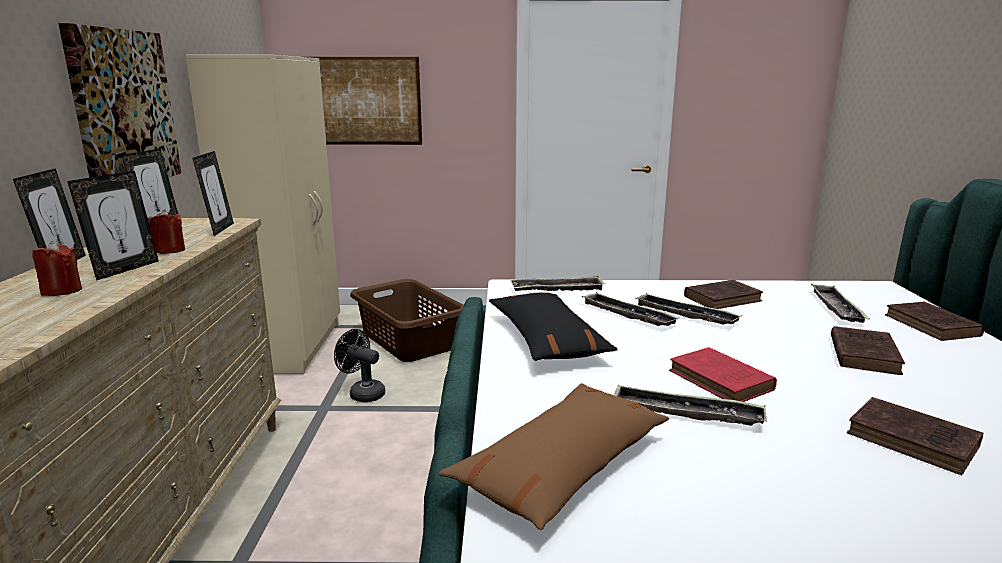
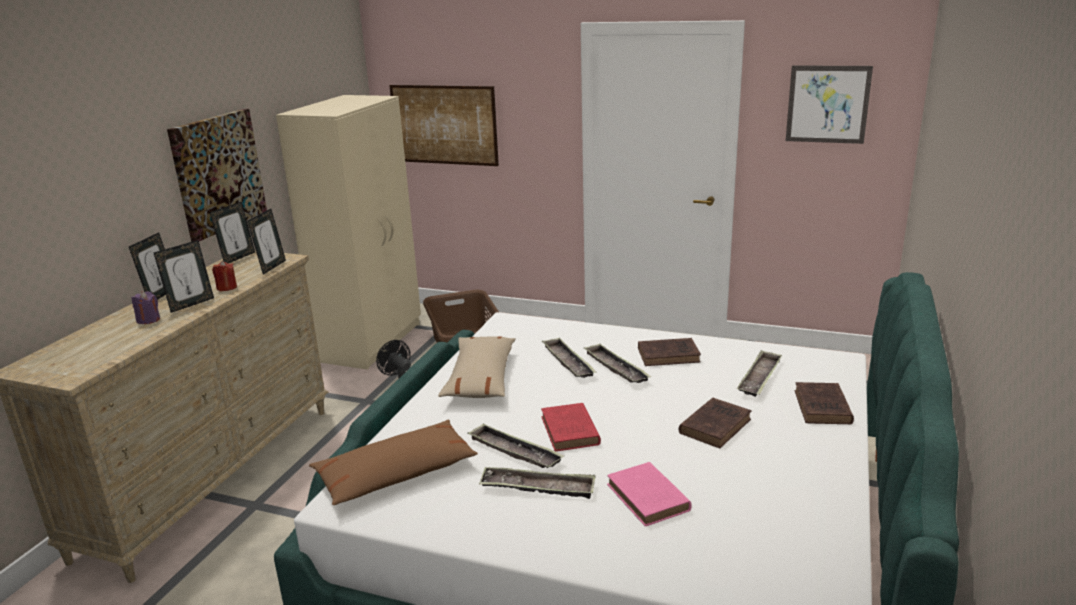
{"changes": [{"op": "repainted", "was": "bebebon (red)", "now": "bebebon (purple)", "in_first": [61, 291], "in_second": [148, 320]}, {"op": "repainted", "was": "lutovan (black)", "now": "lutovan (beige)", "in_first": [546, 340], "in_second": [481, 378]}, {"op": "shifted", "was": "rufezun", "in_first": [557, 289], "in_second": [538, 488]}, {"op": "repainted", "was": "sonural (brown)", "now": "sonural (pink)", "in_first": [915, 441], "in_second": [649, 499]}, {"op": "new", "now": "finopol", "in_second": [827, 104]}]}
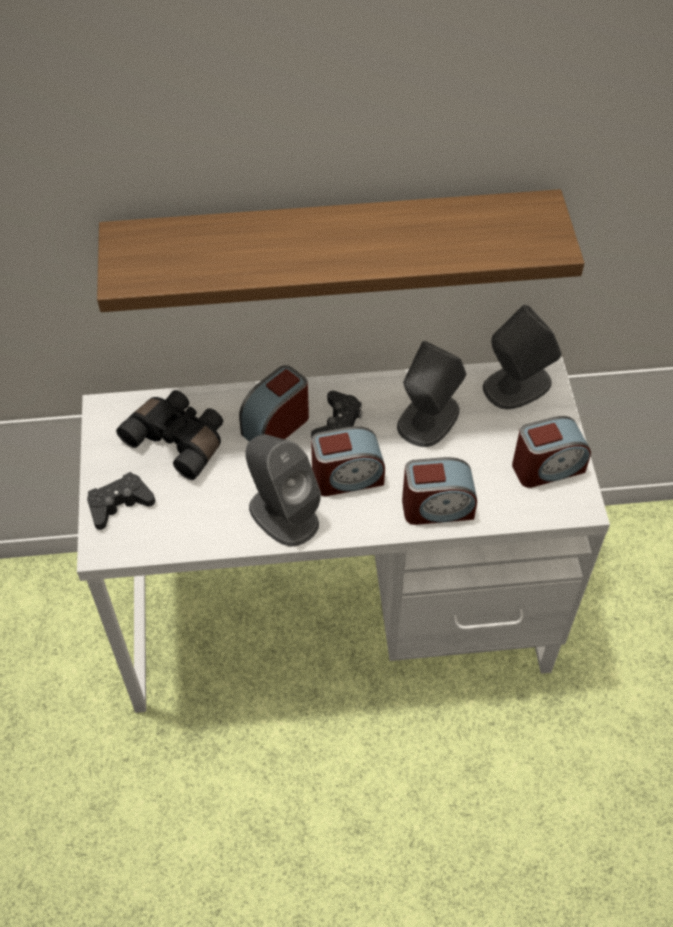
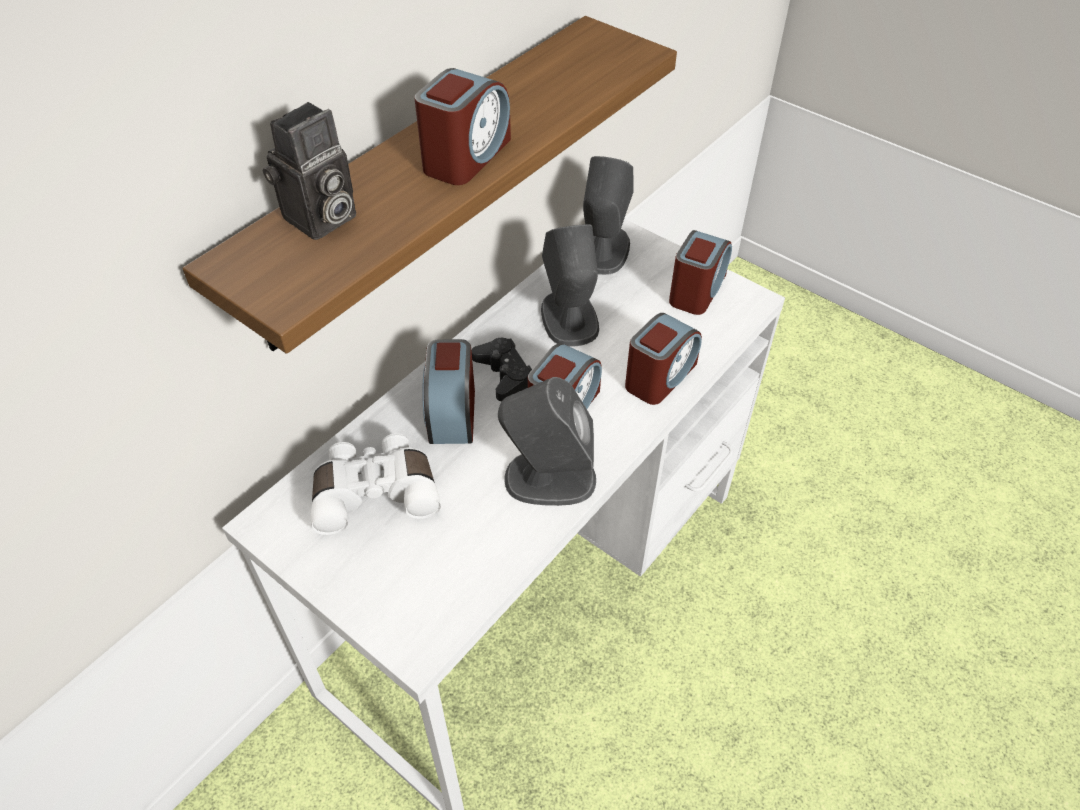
{"changes": [{"op": "gone", "was": "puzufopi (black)", "in_first": [119, 504]}, {"op": "repainted", "was": "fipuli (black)", "now": "fipuli (white)", "in_first": [179, 439], "in_second": [375, 491]}, {"op": "new", "now": "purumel", "in_second": [320, 221]}, {"op": "new", "now": "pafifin", "in_second": [466, 156]}]}
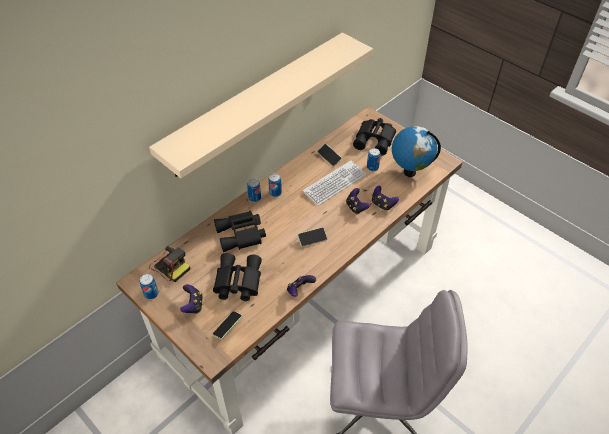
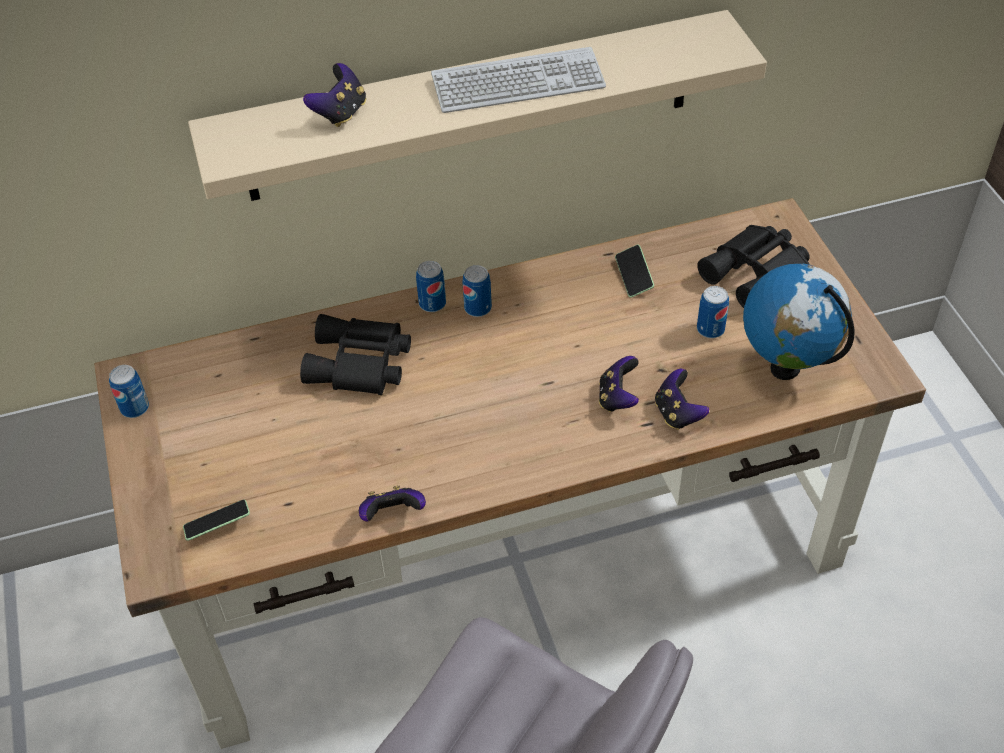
{"changes": [{"op": "gone", "was": "purumel", "in_first": [170, 265]}, {"op": "shifted", "was": "puzufopi", "in_first": [193, 305], "in_second": [340, 113]}, {"op": "gone", "was": "fipuli (black)", "in_first": [237, 282]}, {"op": "gone", "was": "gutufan", "in_first": [312, 239]}, {"op": "shifted", "was": "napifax", "in_first": [334, 183], "in_second": [518, 83]}]}
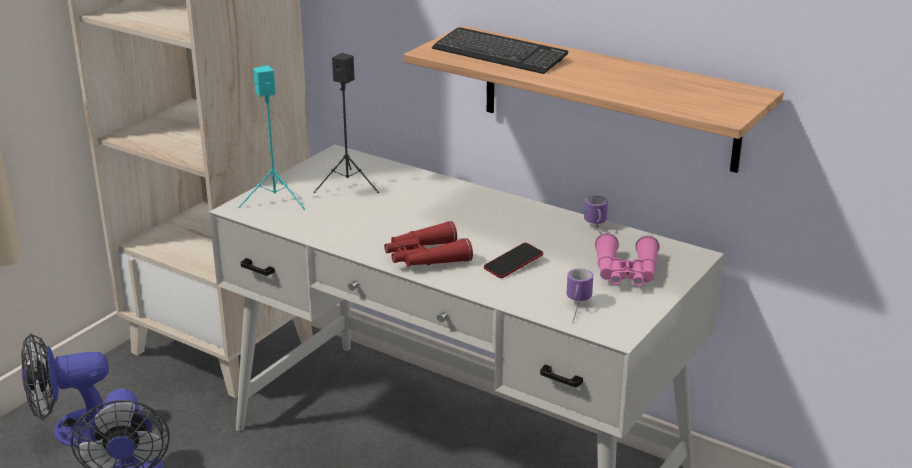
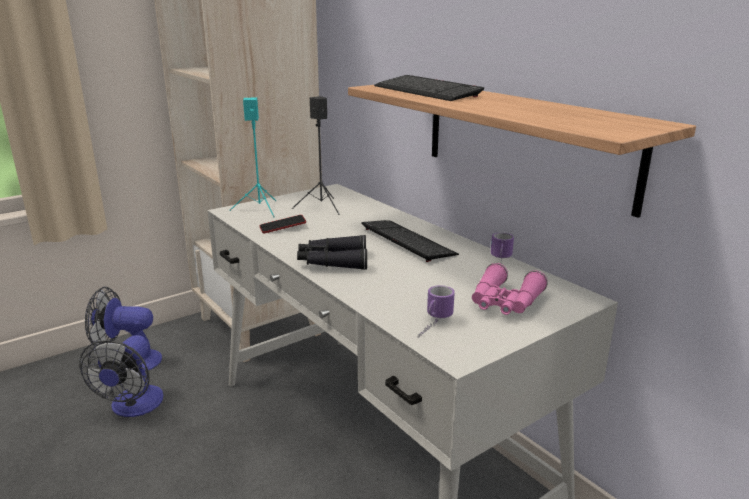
{"changes": [{"op": "repainted", "was": "fipuli (red)", "now": "fipuli (black)", "in_first": [425, 257], "in_second": [332, 262]}, {"op": "shifted", "was": "gutufan", "in_first": [513, 264], "in_second": [283, 227]}, {"op": "new", "now": "napifax", "in_second": [407, 241]}]}
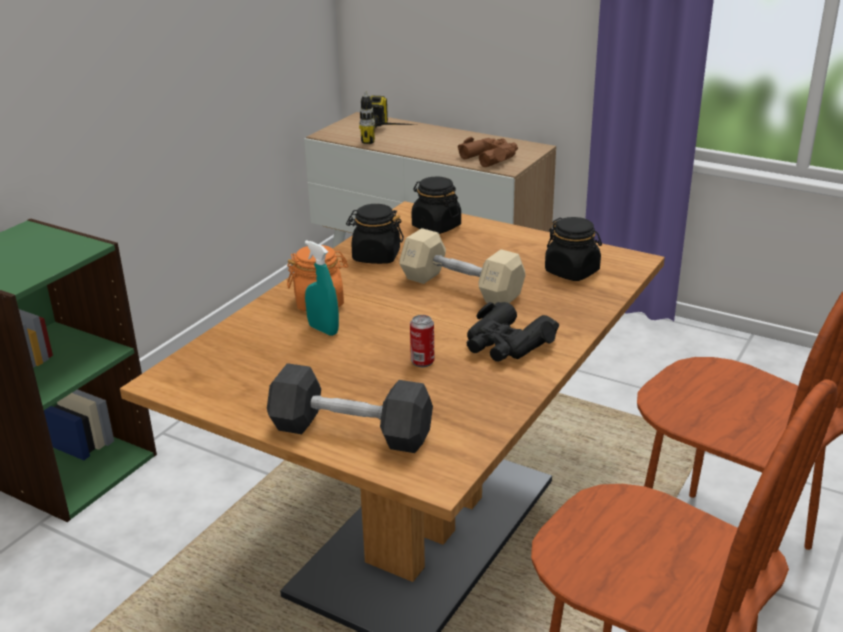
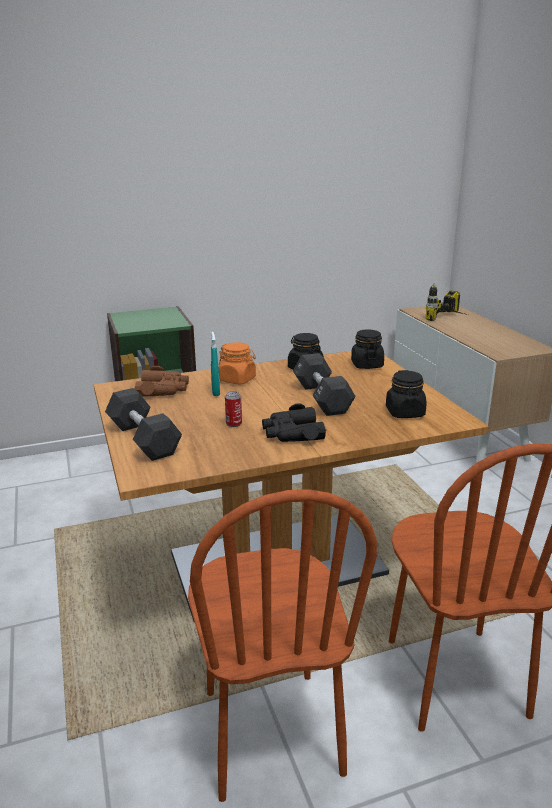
{"changes": [{"op": "repainted", "was": "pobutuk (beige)", "now": "pobutuk (black)", "in_first": [461, 287], "in_second": [322, 398]}, {"op": "shifted", "was": "fipuli (brown)", "in_first": [490, 157], "in_second": [163, 390]}]}
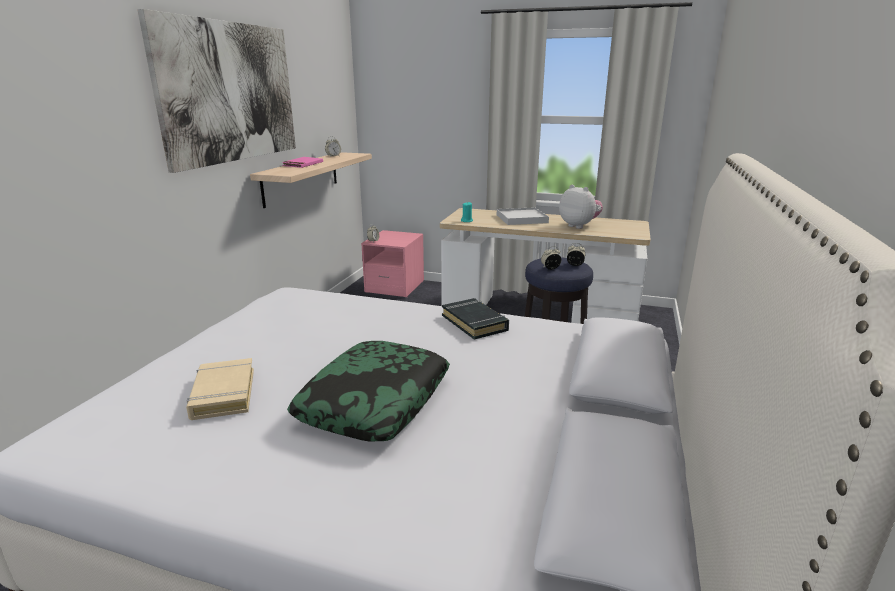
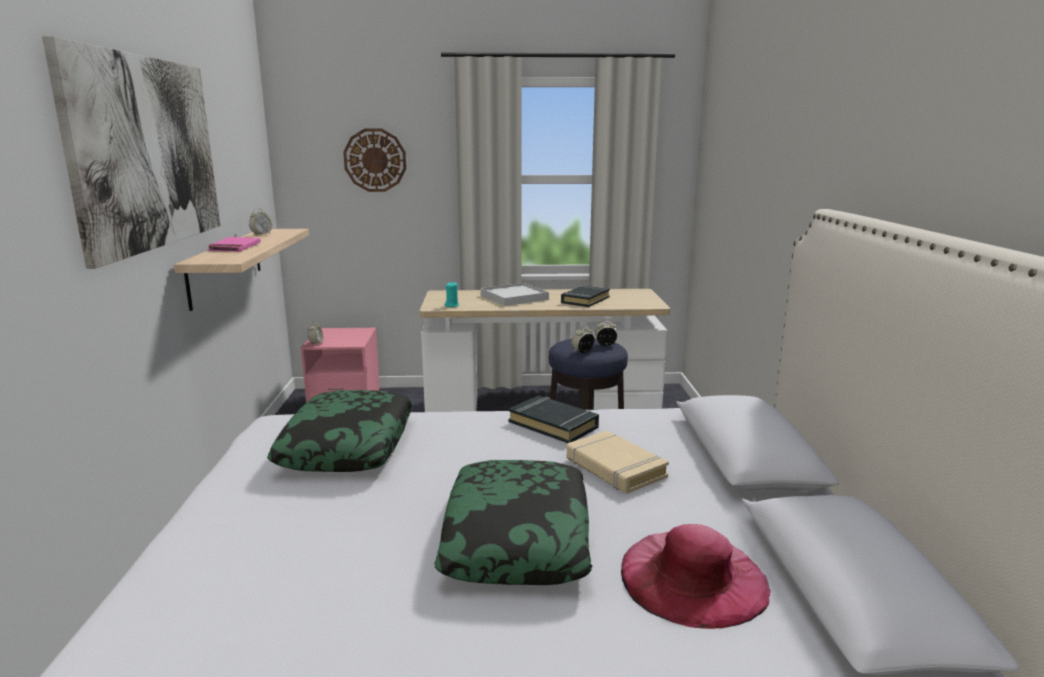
{"changes": [{"op": "shifted", "was": "sonural (beige)", "in_first": [223, 394], "in_second": [614, 468]}, {"op": "swapped", "was": "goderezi", "now": "sonural (black)", "in_first": [579, 226], "in_second": [585, 300]}, {"op": "new", "now": "lutovan", "in_second": [348, 445]}, {"op": "new", "now": "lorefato", "in_second": [375, 160]}, {"op": "new", "now": "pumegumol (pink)", "in_second": [693, 577]}]}
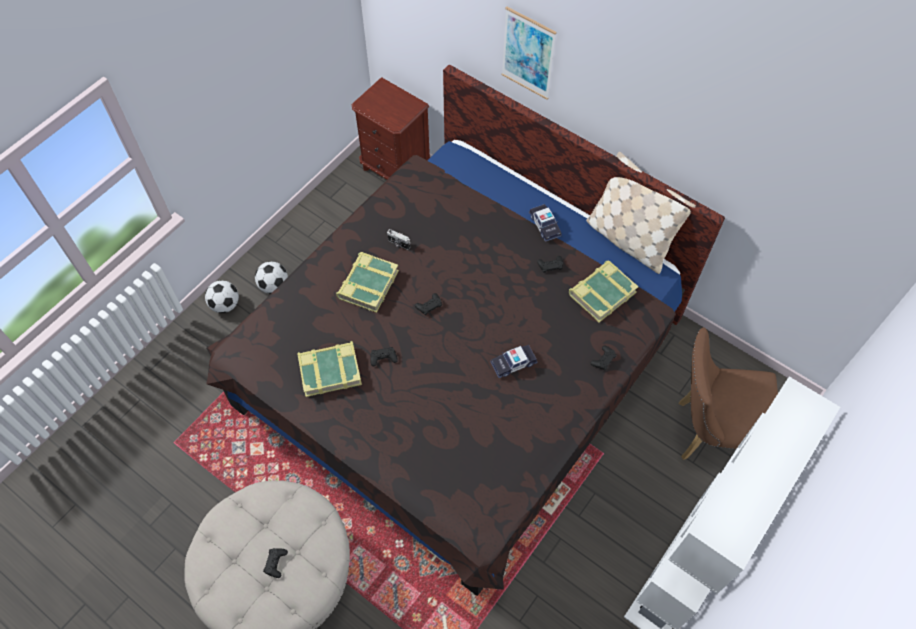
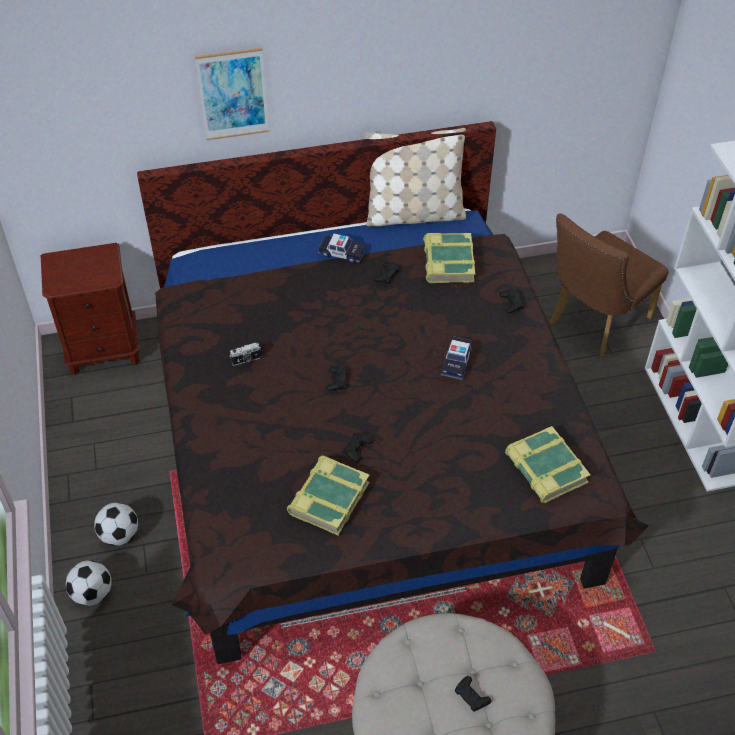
{"changes": [{"op": "shifted", "was": "sonural", "in_first": [367, 284], "in_second": [545, 469]}]}
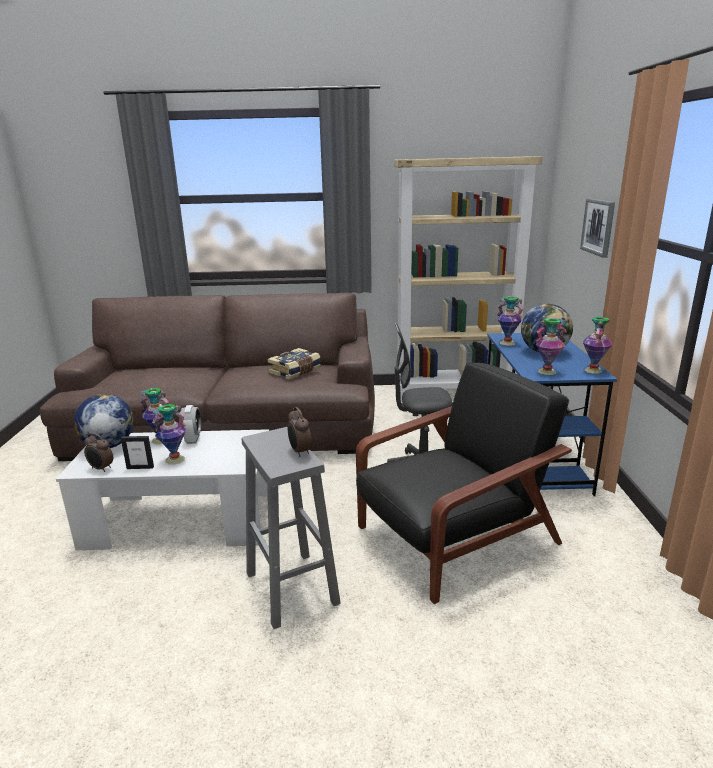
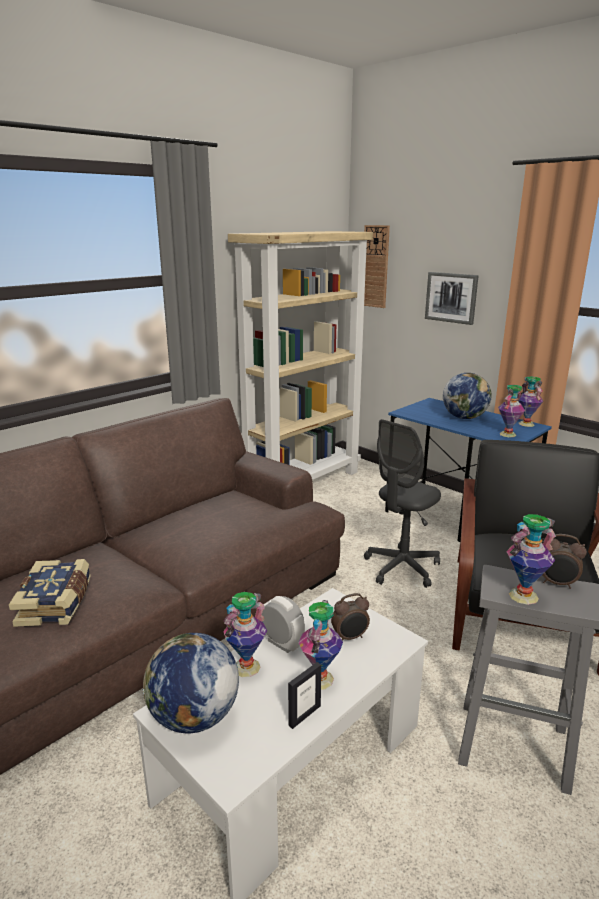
{"changes": [{"op": "shifted", "was": "pafifin", "in_first": [101, 469], "in_second": [350, 637]}, {"op": "shifted", "was": "sonural", "in_first": [295, 371], "in_second": [57, 603]}, {"op": "shifted", "was": "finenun", "in_first": [507, 343], "in_second": [523, 596]}, {"op": "new", "now": "lorefato", "in_second": [375, 266]}]}
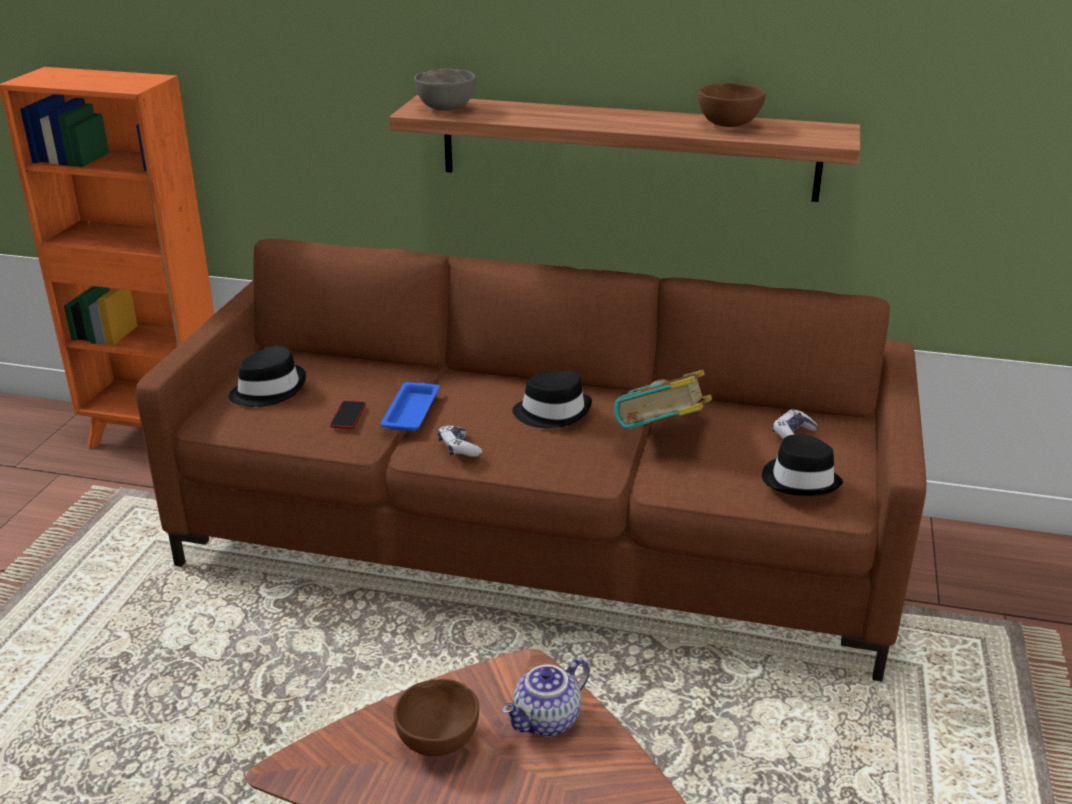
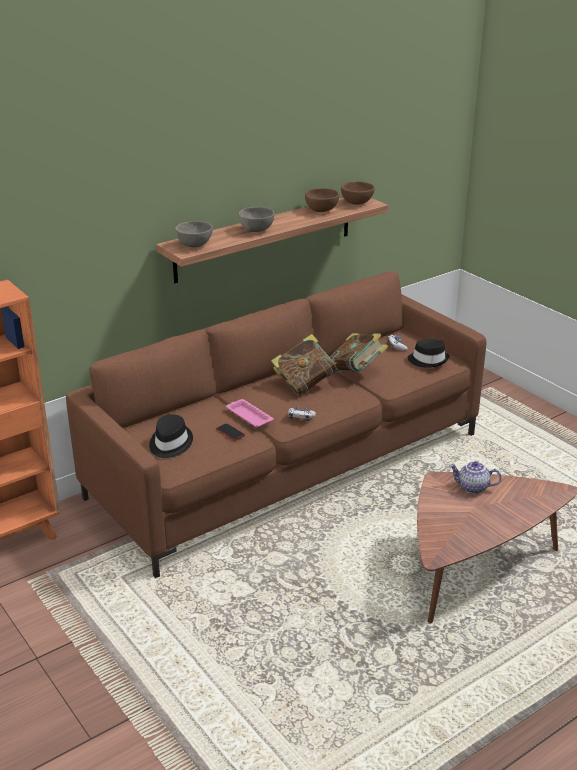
{"changes": [{"op": "repainted", "was": "rufezun (blue)", "now": "rufezun (pink)", "in_first": [411, 411], "in_second": [248, 416]}, {"op": "shifted", "was": "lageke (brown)", "in_first": [439, 740], "in_second": [357, 203]}, {"op": "rotated", "was": "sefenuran", "in_first": [547, 721], "in_second": [473, 488], "clockwise": 105}, {"op": "swapped", "was": "pumegumol (black)", "now": "sonural", "in_first": [553, 412], "in_second": [304, 384]}, {"op": "new", "now": "lageke (grey)", "in_second": [256, 230]}]}
